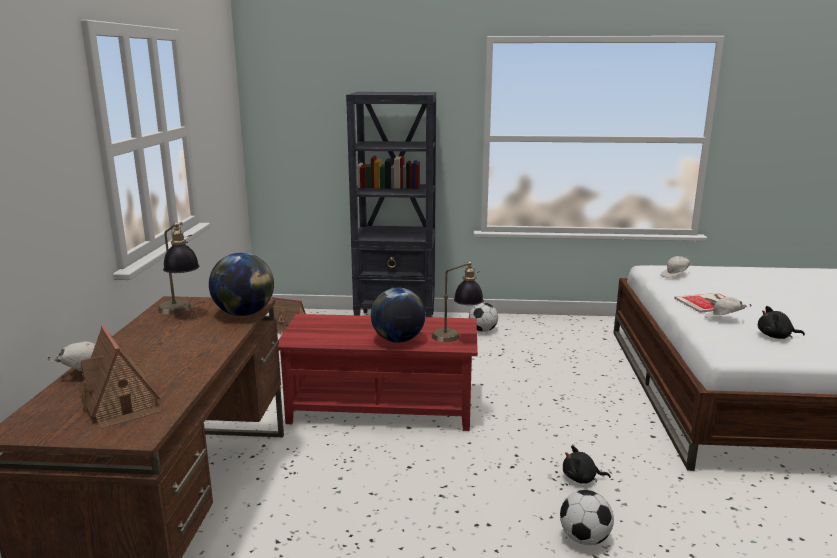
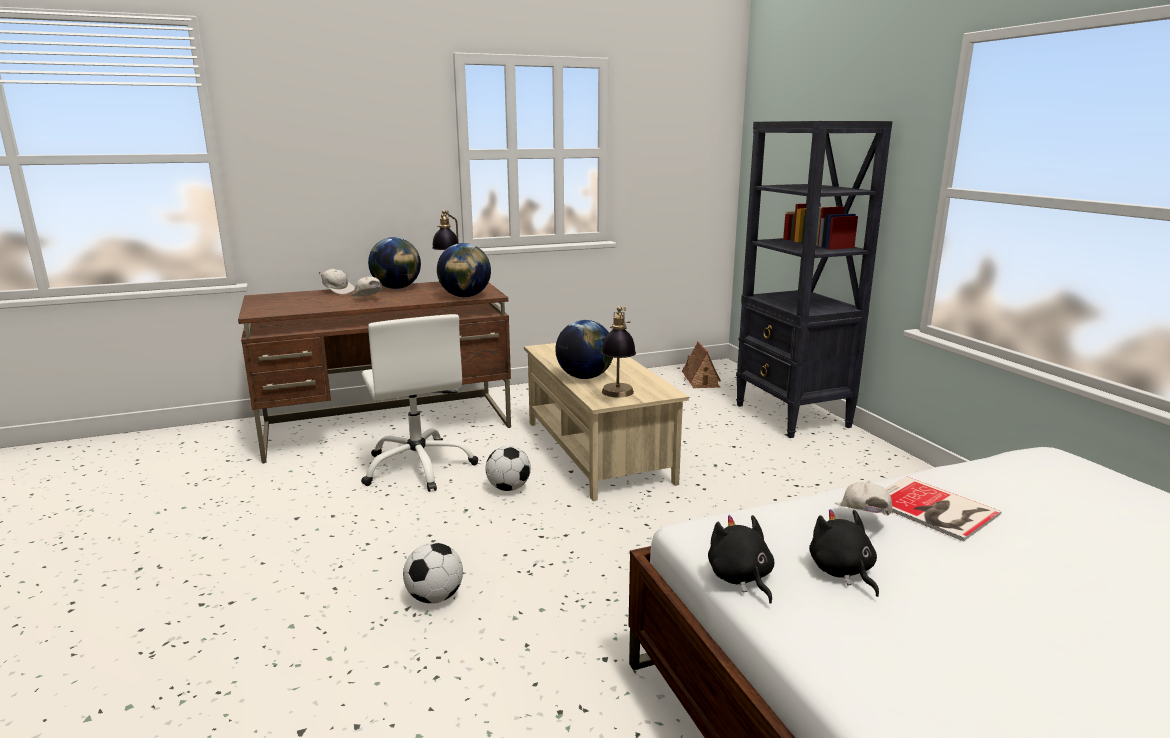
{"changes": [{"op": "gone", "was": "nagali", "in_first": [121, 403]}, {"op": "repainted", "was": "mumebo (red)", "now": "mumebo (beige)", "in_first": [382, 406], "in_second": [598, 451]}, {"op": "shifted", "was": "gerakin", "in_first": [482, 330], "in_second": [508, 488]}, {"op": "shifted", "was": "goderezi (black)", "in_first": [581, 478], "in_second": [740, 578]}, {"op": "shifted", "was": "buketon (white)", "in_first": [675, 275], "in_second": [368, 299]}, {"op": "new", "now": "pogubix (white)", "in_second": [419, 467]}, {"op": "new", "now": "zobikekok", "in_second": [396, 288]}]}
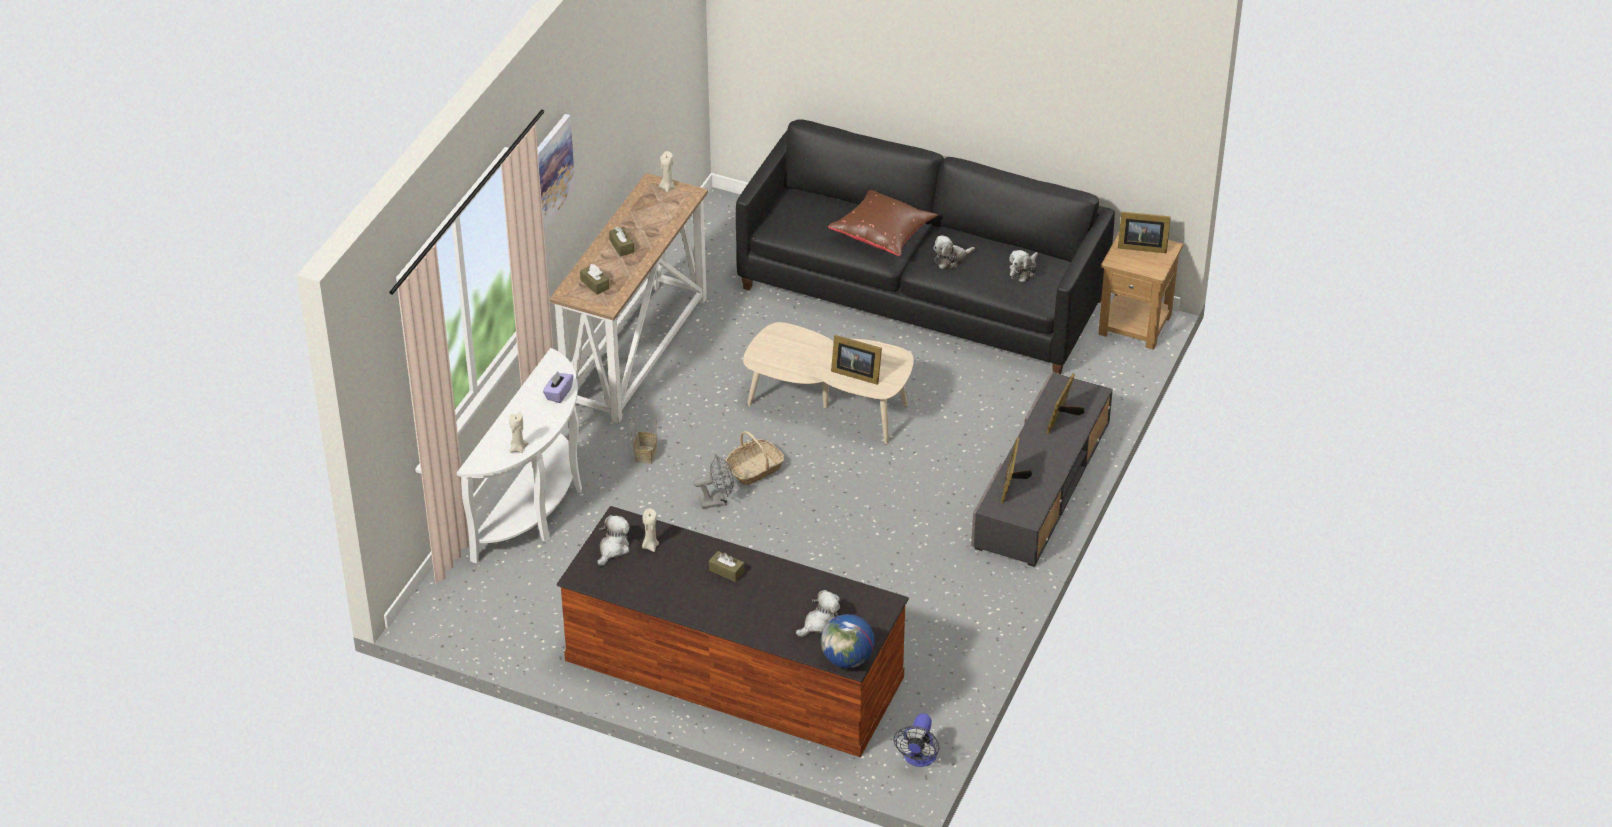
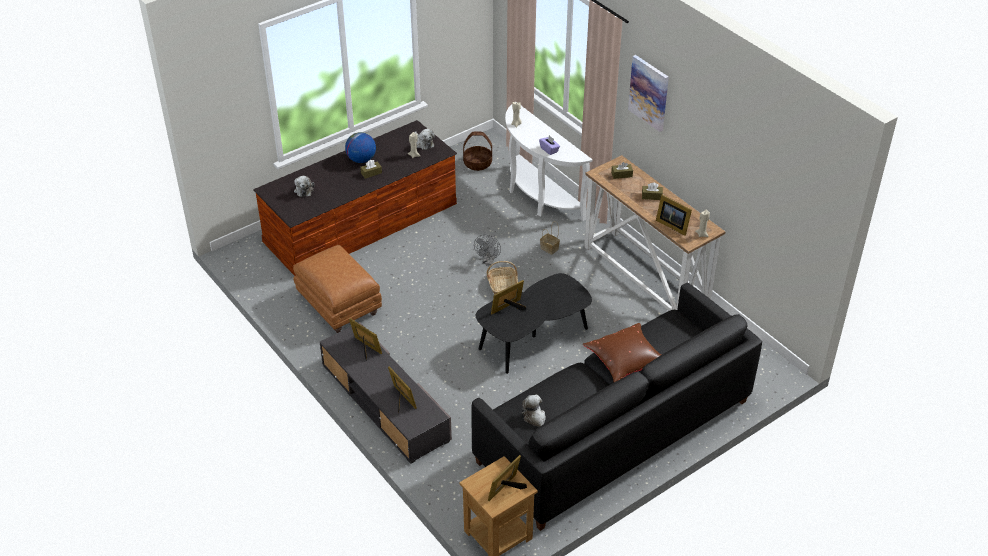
{"changes": [{"op": "repainted", "was": "mumebo (beige)", "now": "mumebo (black)", "in_first": [828, 406], "in_second": [533, 338]}, {"op": "shifted", "was": "zobikekok", "in_first": [847, 659], "in_second": [361, 160]}, {"op": "gone", "was": "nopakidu", "in_first": [918, 758]}, {"op": "gone", "was": "goderezi", "in_first": [951, 259]}, {"op": "new", "now": "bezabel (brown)", "in_second": [338, 305]}, {"op": "new", "now": "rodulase", "in_second": [478, 163]}, {"op": "new", "now": "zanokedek", "in_second": [672, 225]}]}
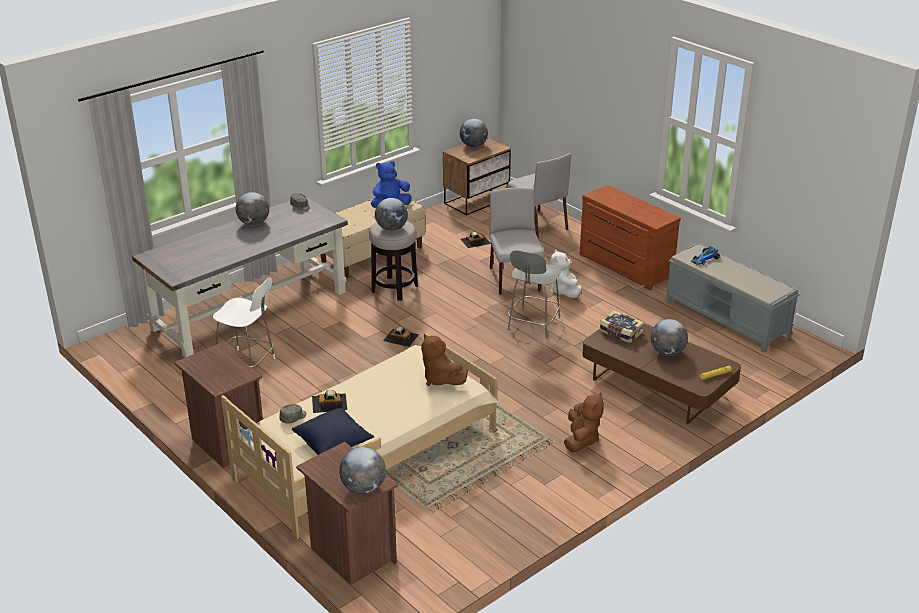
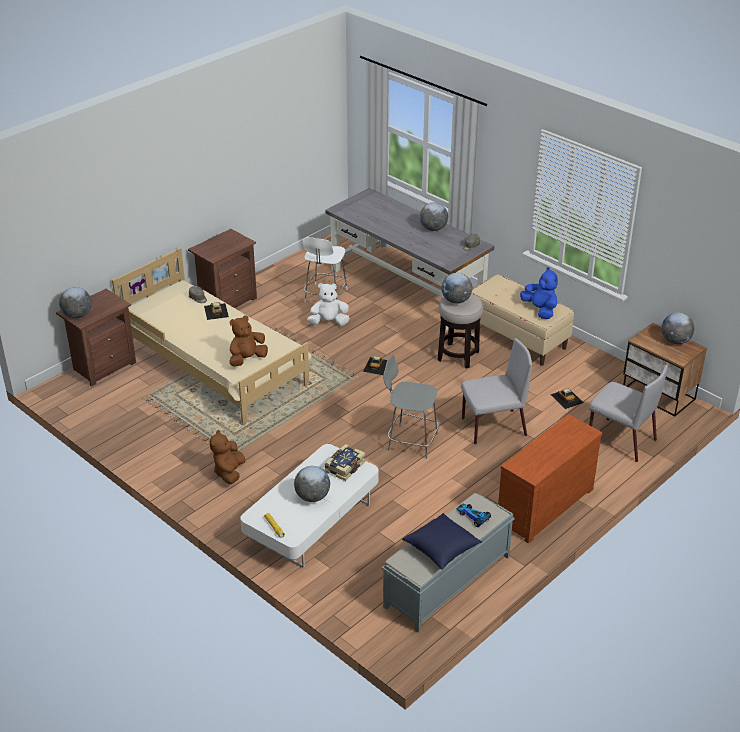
{"changes": [{"op": "shifted", "was": "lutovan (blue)", "in_first": [333, 443], "in_second": [441, 549]}, {"op": "rotated", "was": "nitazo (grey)", "in_first": [537, 224], "in_second": [620, 439], "clockwise": -105}, {"op": "shifted", "was": "goderezi (white)", "in_first": [564, 291], "in_second": [328, 322]}, {"op": "rotated", "was": "goderezi (brown)", "in_first": [581, 440], "in_second": [229, 472], "clockwise": 90}, {"op": "repainted", "was": "mumebo (brown)", "now": "mumebo (white)", "in_first": [657, 387], "in_second": [312, 522]}]}
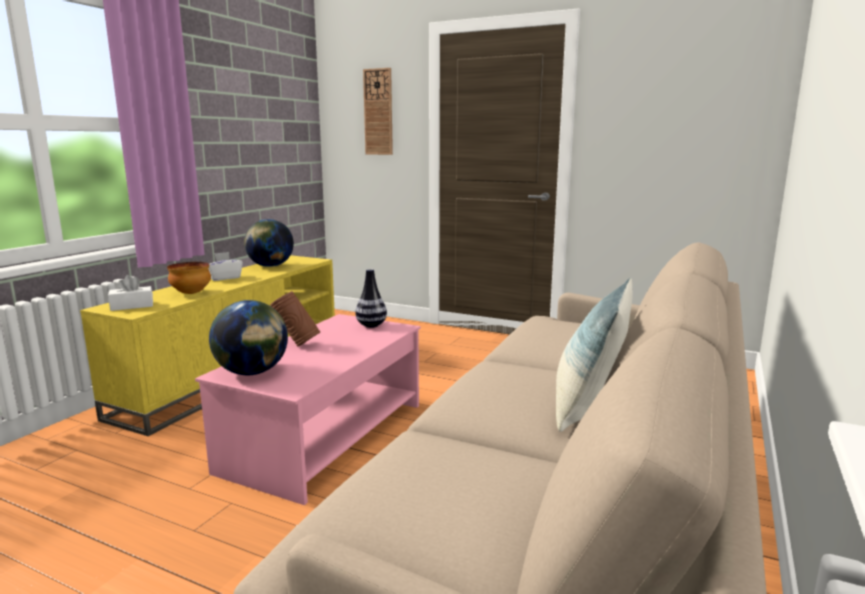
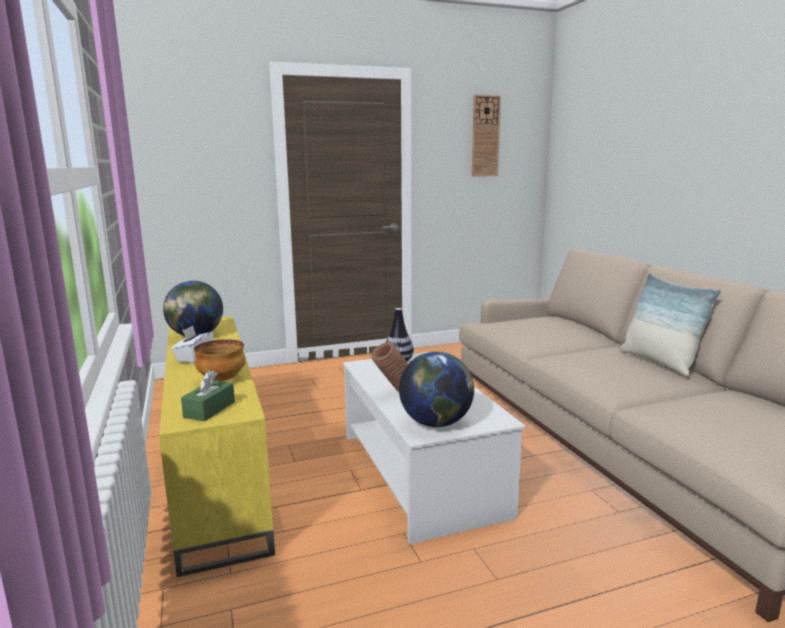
{"changes": [{"op": "repainted", "was": "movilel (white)", "now": "movilel (green)", "in_first": [132, 306], "in_second": [209, 409]}, {"op": "repainted", "was": "mumebo (pink)", "now": "mumebo (white)", "in_first": [325, 437], "in_second": [421, 474]}, {"op": "shifted", "was": "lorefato", "in_first": [378, 112], "in_second": [485, 136]}]}
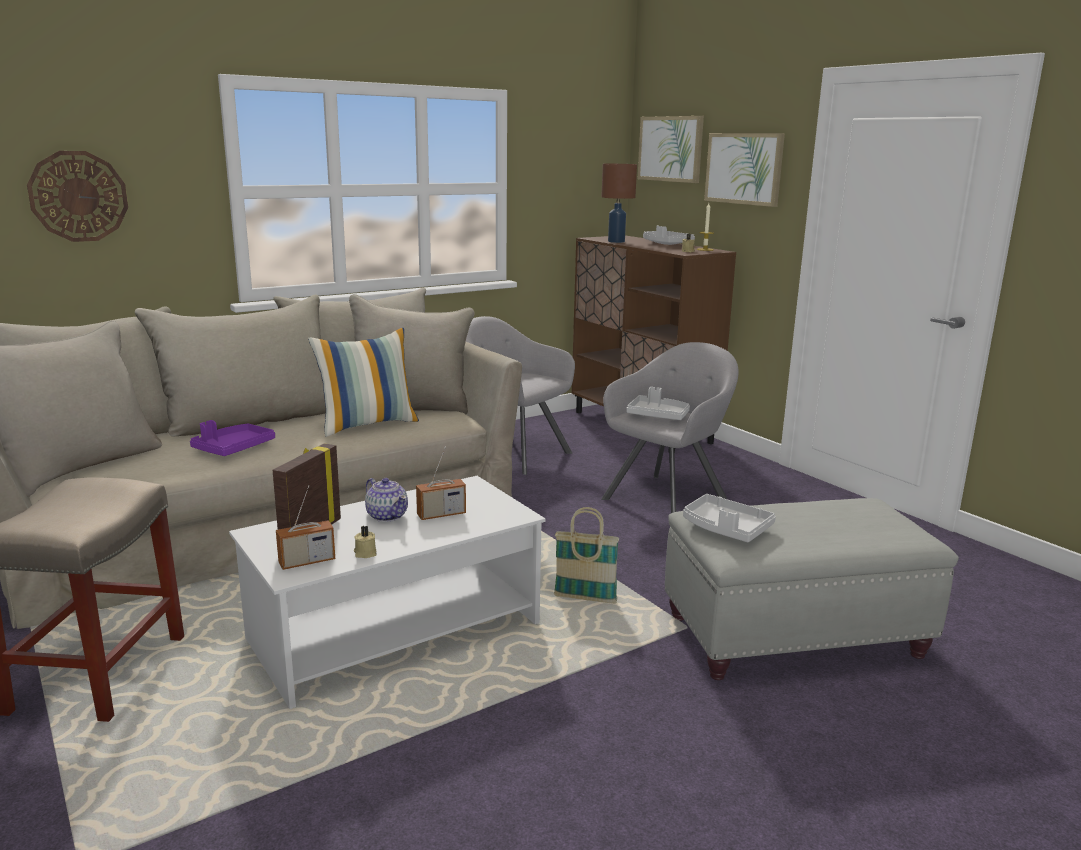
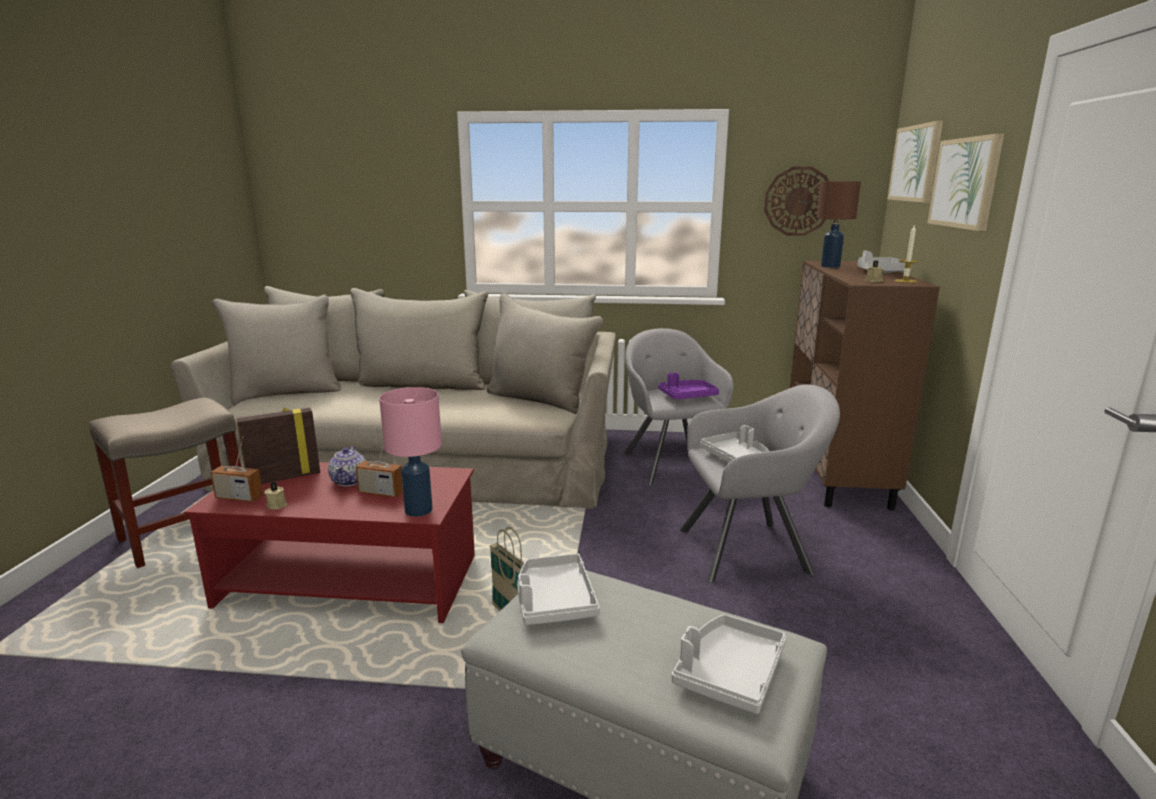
{"changes": [{"op": "shifted", "was": "lorefato", "in_first": [78, 196], "in_second": [798, 201]}, {"op": "shifted", "was": "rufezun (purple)", "in_first": [233, 448], "in_second": [687, 396]}, {"op": "repainted", "was": "mumebo (white)", "now": "mumebo (red)", "in_first": [397, 631], "in_second": [351, 581]}, {"op": "gone", "was": "lutovan", "in_first": [368, 424]}, {"op": "new", "now": "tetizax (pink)", "in_second": [418, 510]}, {"op": "new", "now": "rufezun (grey)", "in_second": [729, 673]}]}
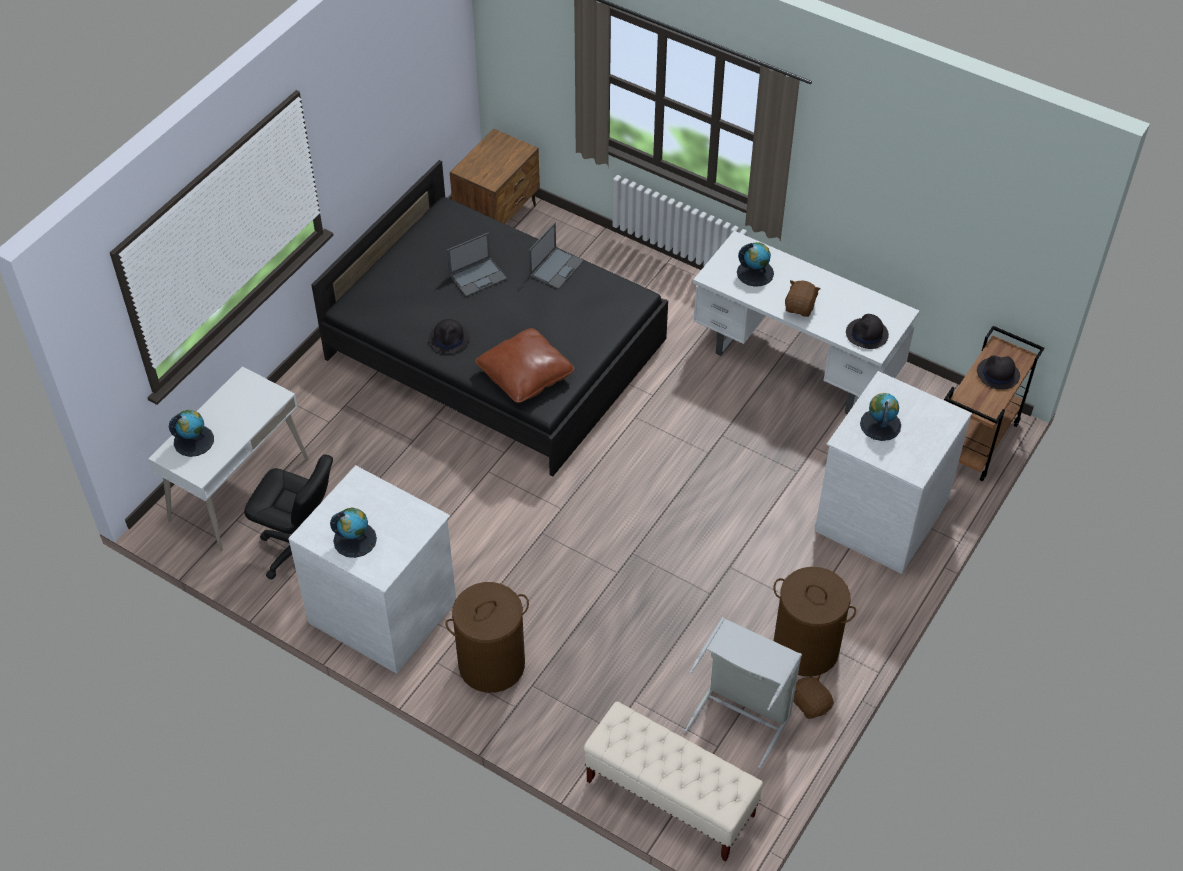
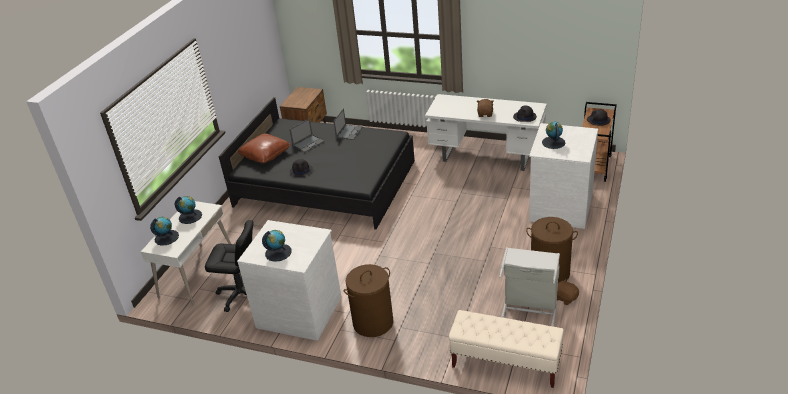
{"changes": [{"op": "shifted", "was": "lutovan (brown)", "in_first": [525, 375], "in_second": [265, 155]}, {"op": "shifted", "was": "zobikekok", "in_first": [755, 273], "in_second": [190, 216]}]}
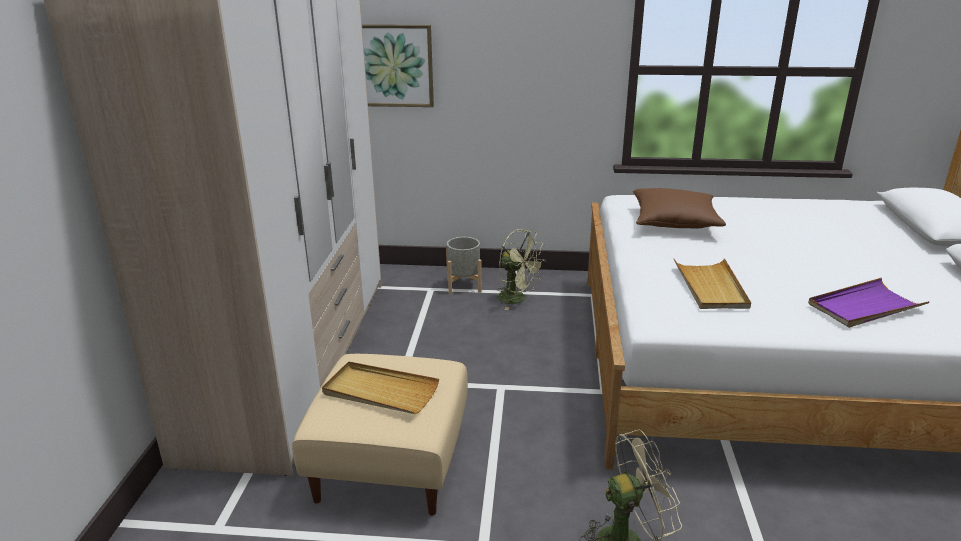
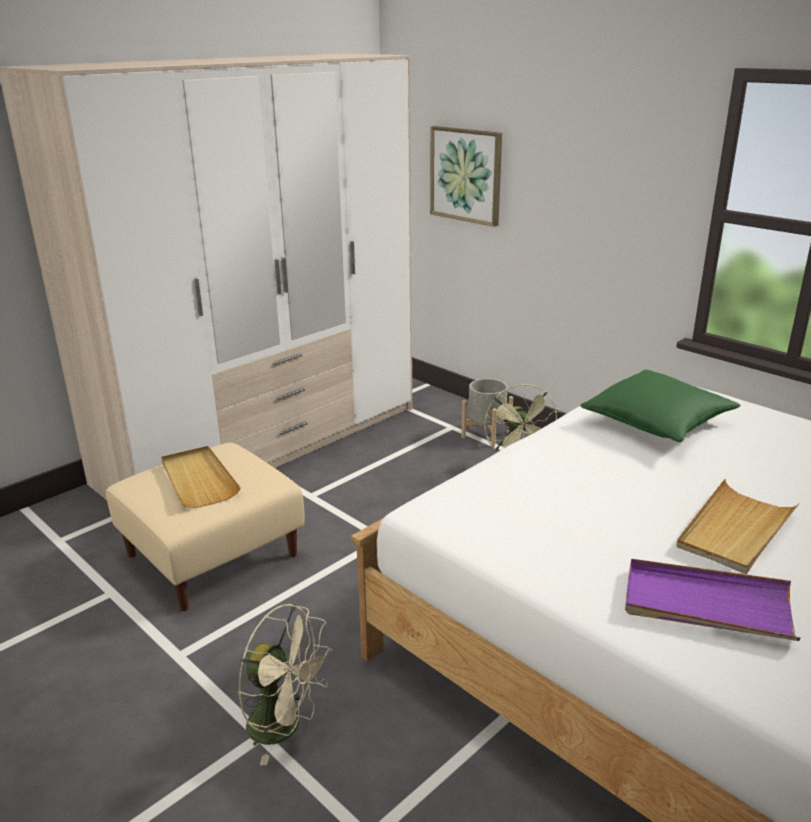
{"changes": [{"op": "repainted", "was": "lutovan (brown)", "now": "lutovan (green)", "in_first": [674, 222], "in_second": [657, 422]}, {"op": "shifted", "was": "rufezun (beige)", "in_first": [710, 287], "in_second": [735, 530]}]}
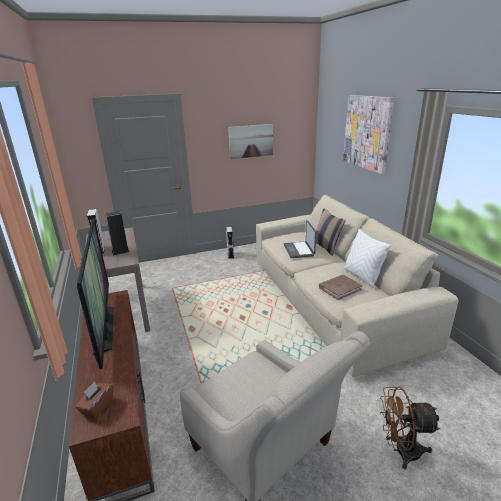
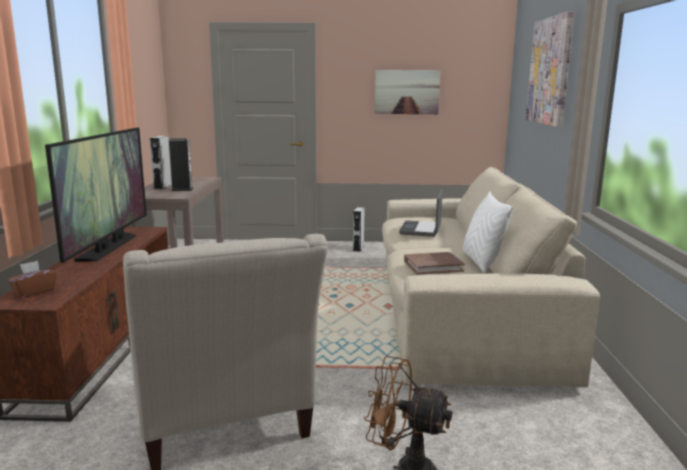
{"changes": [{"op": "gone", "was": "lutovan", "in_first": [326, 247]}]}
